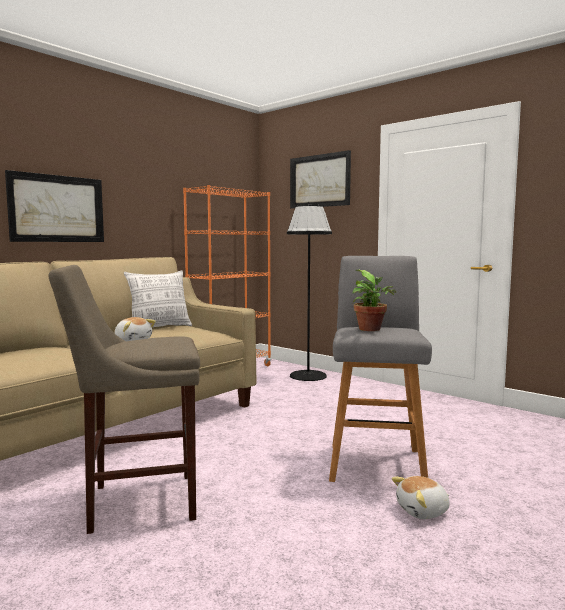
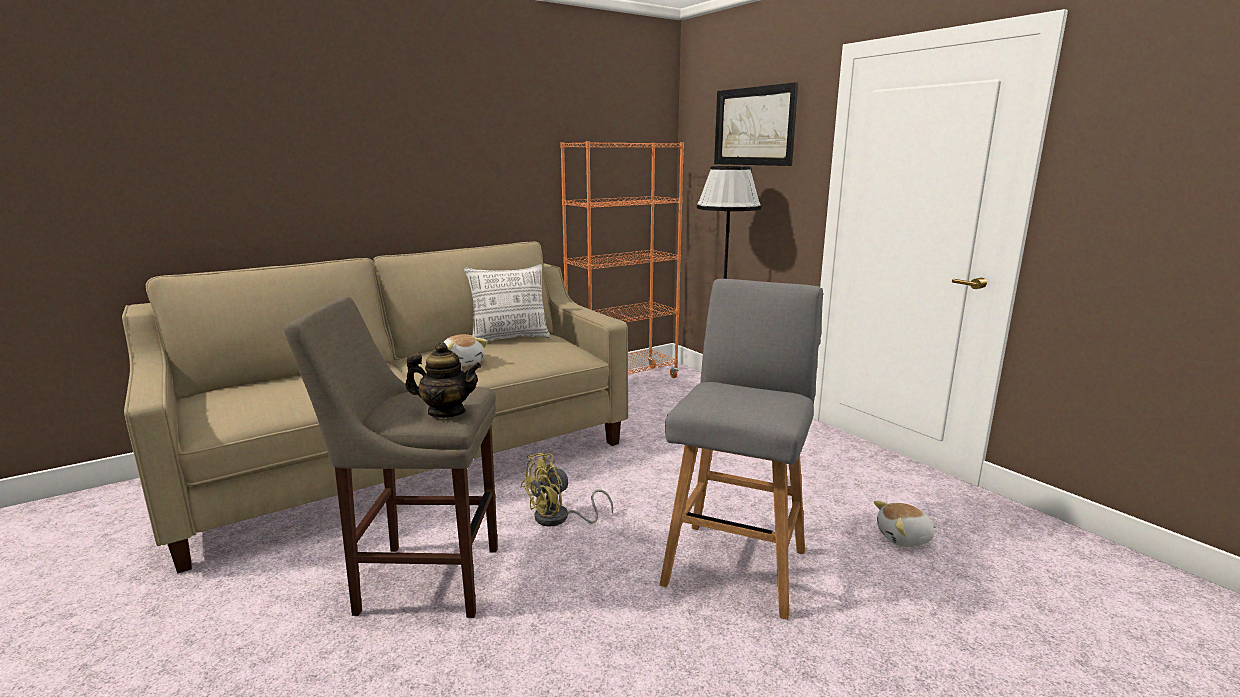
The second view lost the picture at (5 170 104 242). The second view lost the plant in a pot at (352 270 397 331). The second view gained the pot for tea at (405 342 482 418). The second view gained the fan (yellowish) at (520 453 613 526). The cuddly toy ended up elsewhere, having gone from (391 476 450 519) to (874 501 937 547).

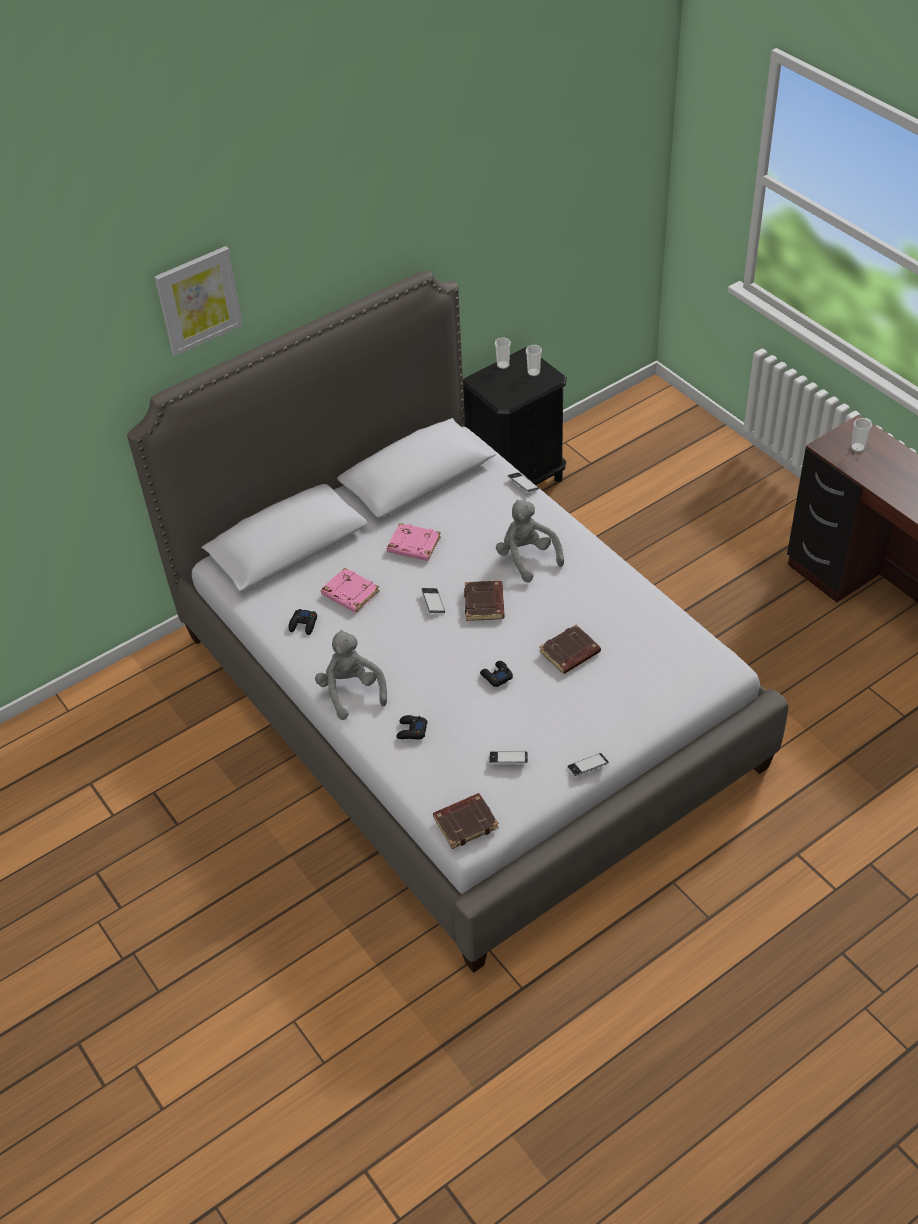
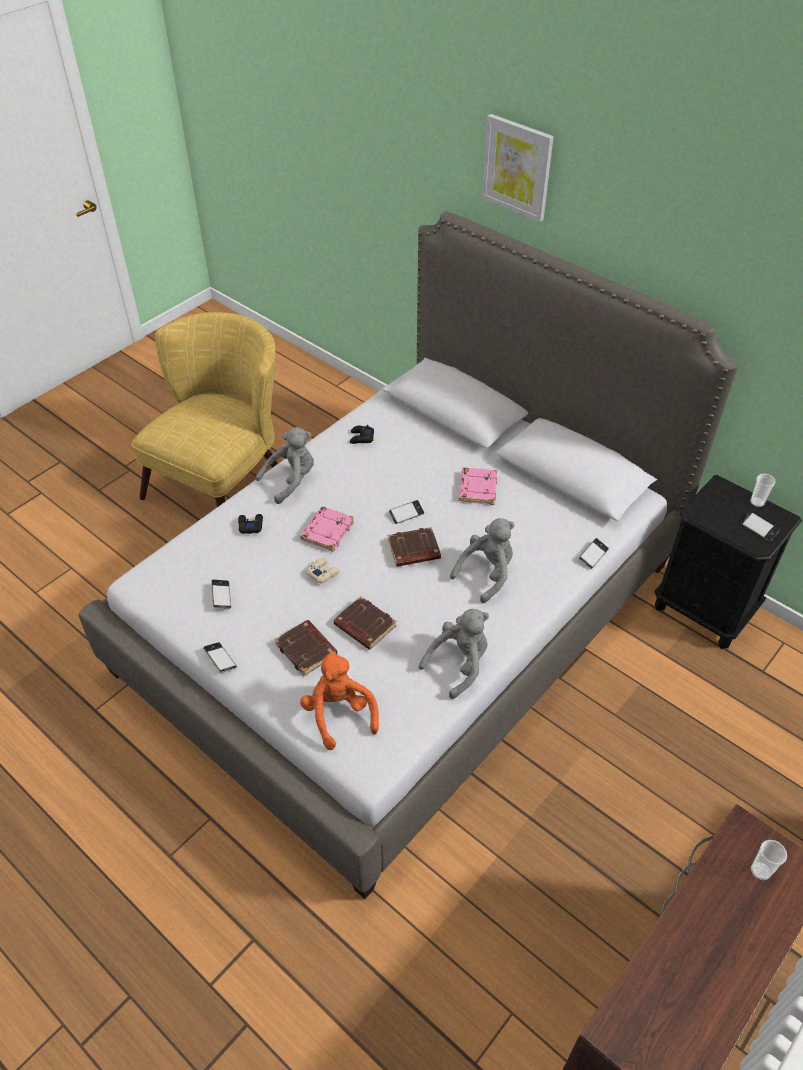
The second view gained the armchair (yellowish) at (131 312 278 507). The second view gained the cuddly toy (orange-coloured) at (300 651 379 750). The second view gained the cuddly toy (gray) at (419 609 489 699). The bound book (pink) ended up elsewhere, having gone from (321 568 380 613) to (300 507 354 552). The bound book (brownish) ended up elsewhere, having gone from (433 793 499 849) to (275 620 337 676). Where the drinking cup stood at (526 345 542 376), the handset came to stand at (741 512 780 541). What was the game controller (black) at (480 661 513 687) turned into the game controller (beige) at (307 558 340 584).

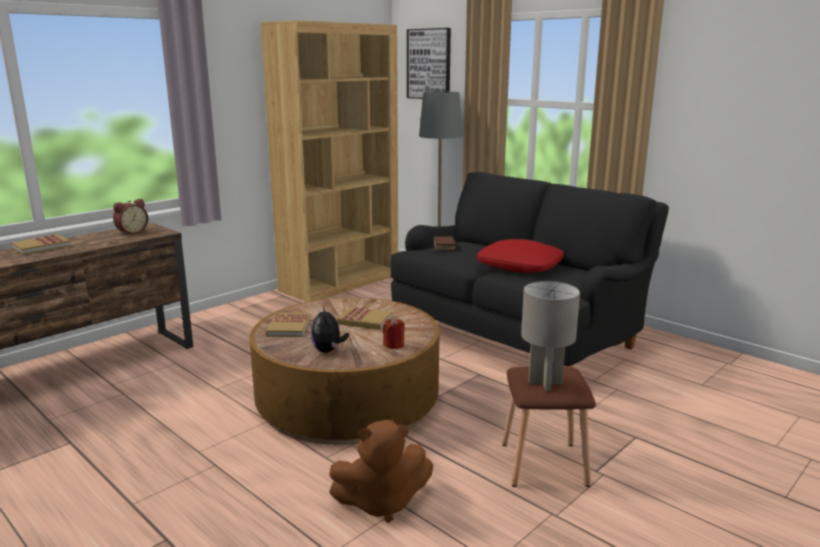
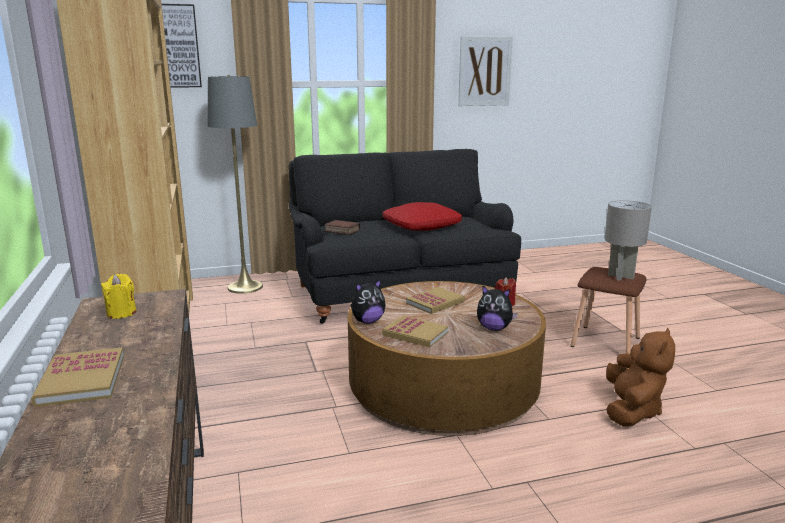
The second view gained the cuddly toy at (350 280 386 324). The second view gained the picture at (458 36 513 106). Where the bedside clock stood at (113 199 148 236), the wax candle (yellowish) came to stand at (101 274 137 319).

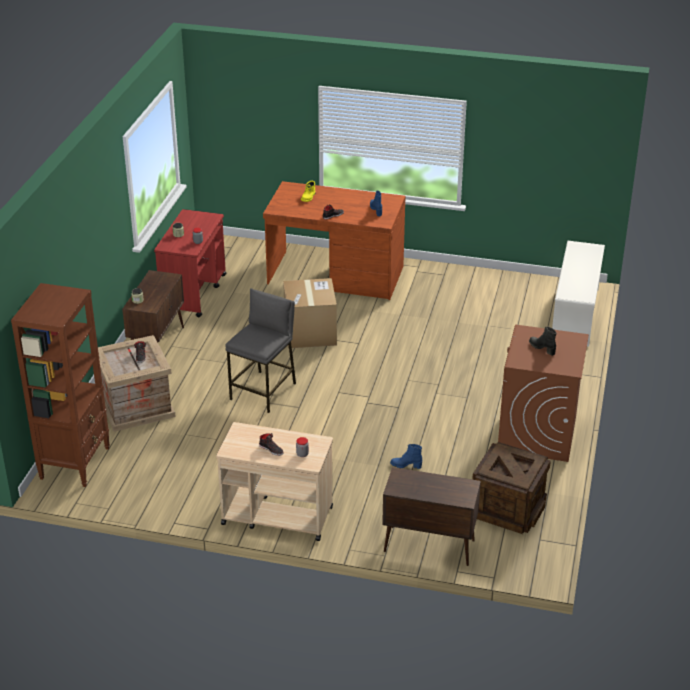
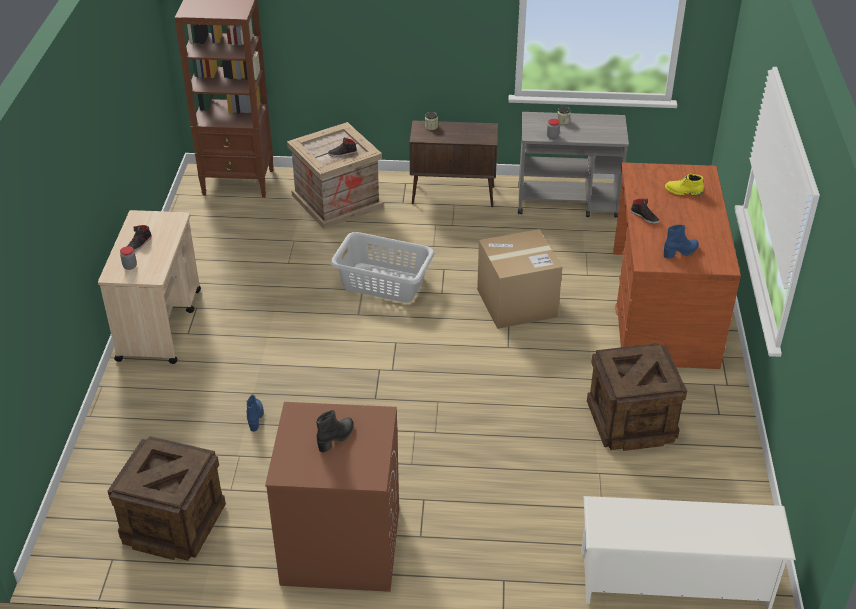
The second view lost the cabinet (brownish) at (382 467 481 566). The second view gained the crate at (587 343 687 451). Where the sitting stool (gray) stood at (225 288 296 413), the washing basket (gray) came to stand at (331 232 435 303). What was the cart (reddish) at (154 209 226 317) turned into the cart (gray) at (518 112 629 218).

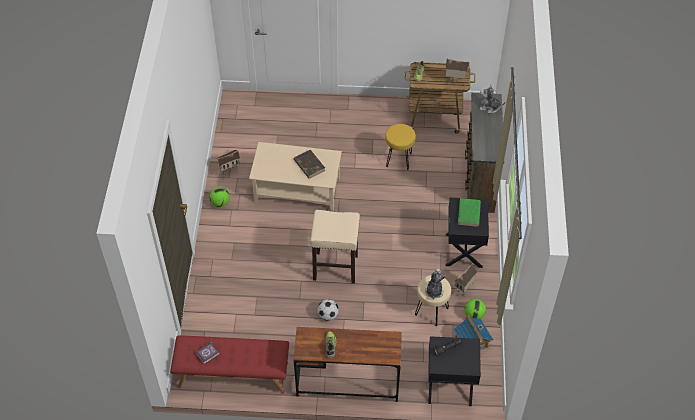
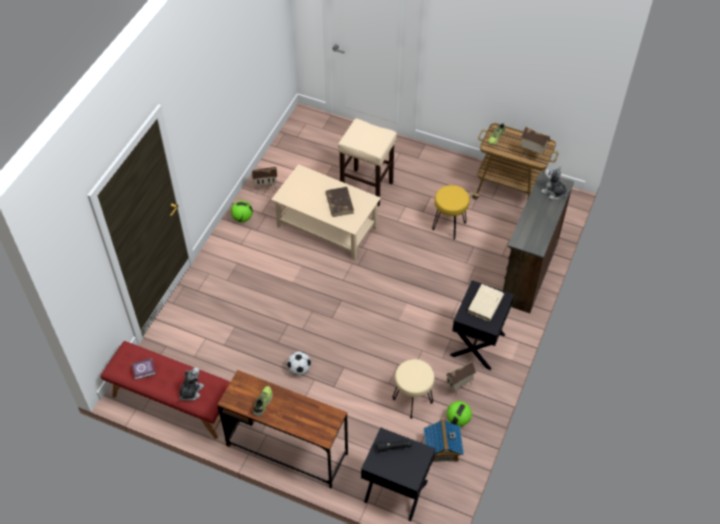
The sitting stool (beige) ended up elsewhere, having gone from (310 210 360 284) to (338 119 397 206). The cuddly toy ended up elsewhere, having gone from (425 269 446 299) to (179 367 204 401). What was the bound book (greenish) at (458 198 481 227) turned into the bound book (beige) at (467 284 504 321).

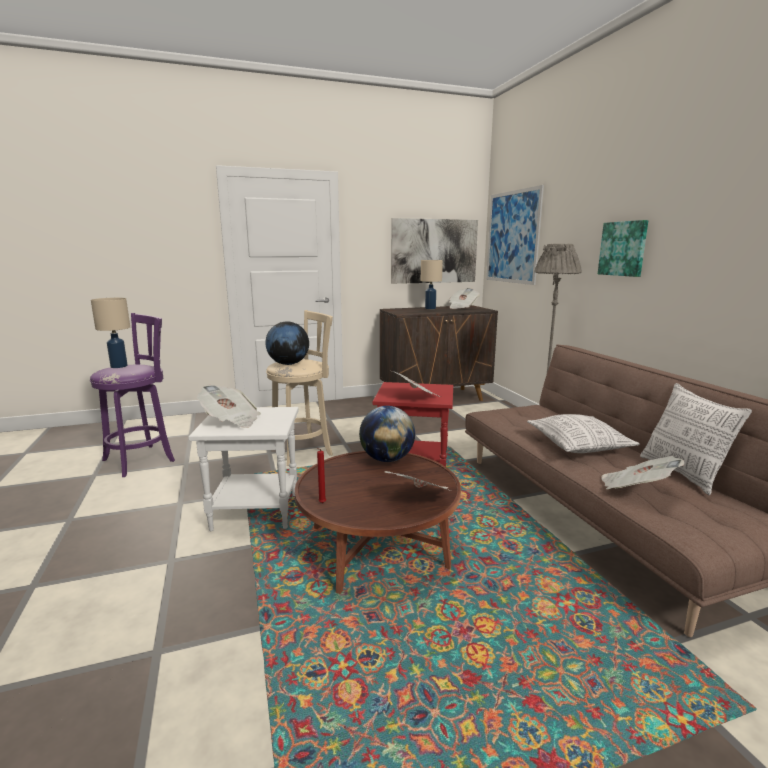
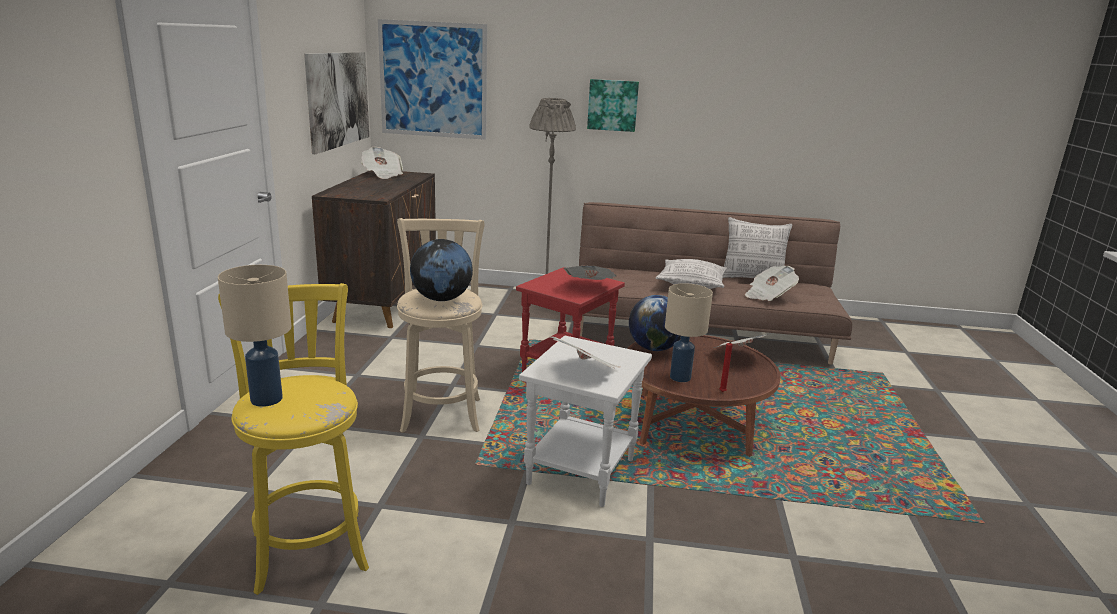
The table lamp (beige) ended up elsewhere, having gone from (421 260 443 309) to (665 283 713 382). What was the sitting stool (purple) at (90 313 175 477) turned into the sitting stool (yellowish) at (218 283 369 595).

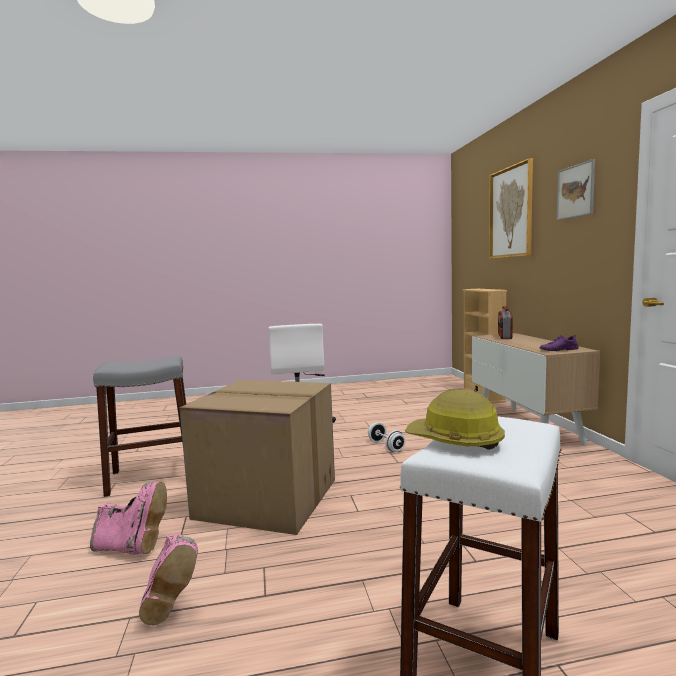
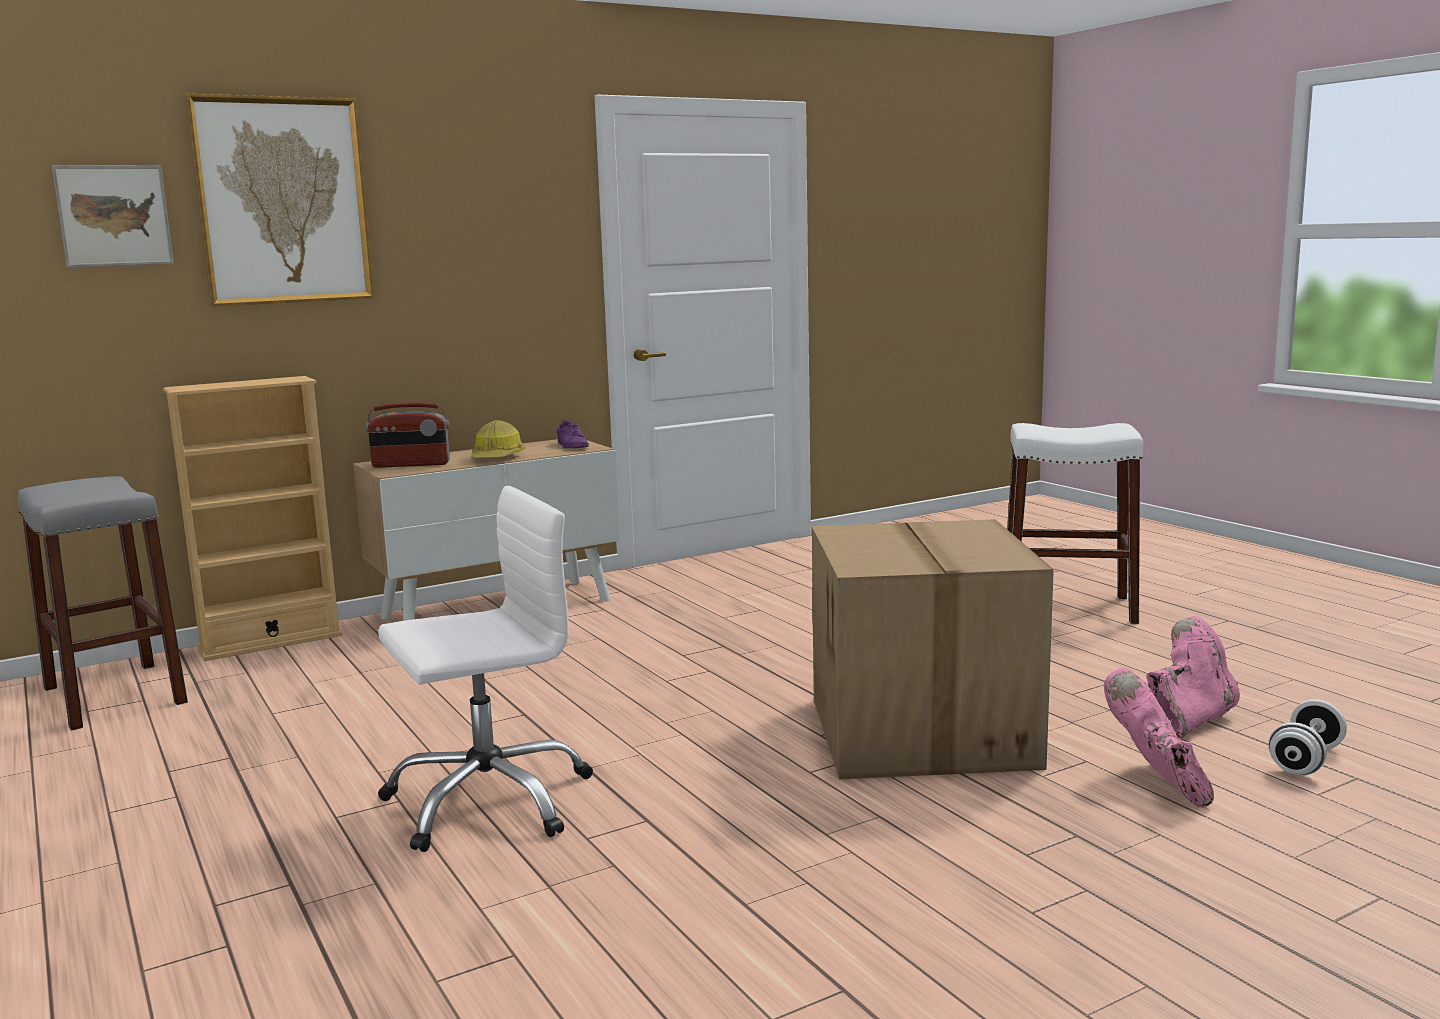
The sitting stool (gray) ended up elsewhere, having gone from (93 356 186 497) to (18 476 188 731). The dumbbell (white) ended up elsewhere, having gone from (368 422 405 452) to (1268 699 1347 775). The work helmet ended up elsewhere, having gone from (405 389 505 450) to (471 420 525 458). The picture ended up elsewhere, having gone from (557 159 595 220) to (52 165 174 267).

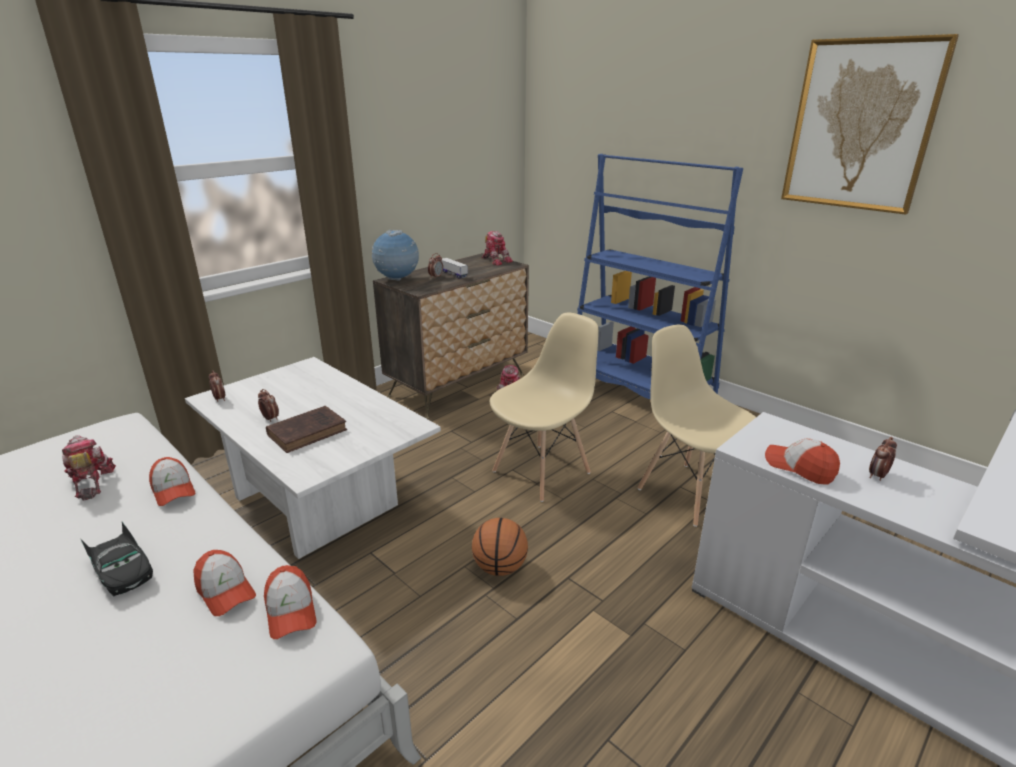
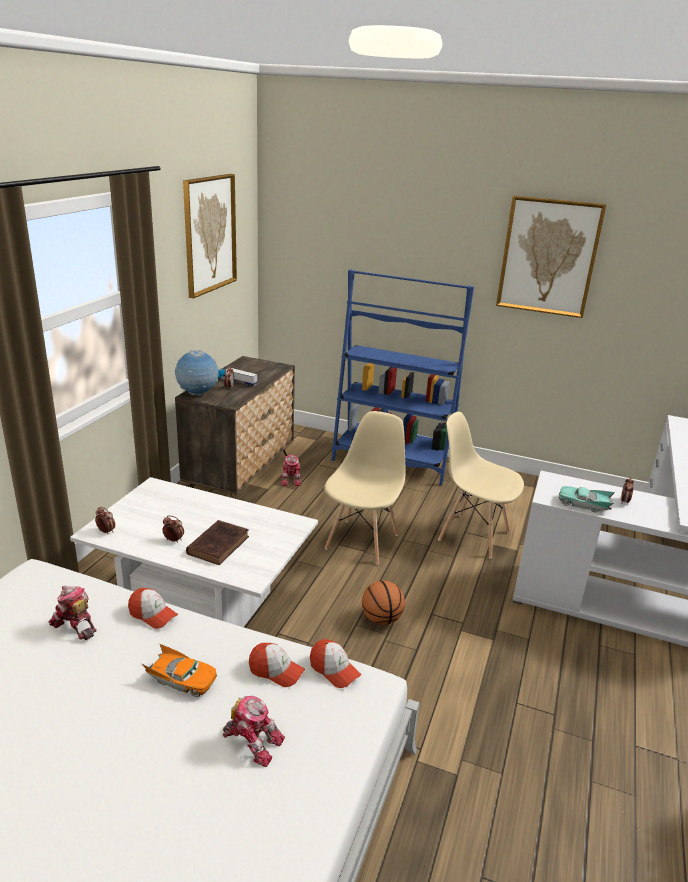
The second view gained the picture at (183 174 237 299). The robot figure ended up elsewhere, having gone from (482 231 513 266) to (223 696 285 767). Where the peaked cap stood at (765 438 840 484), the toy car (turquoise-coloured) came to stand at (559 486 615 512). What was the toy car (black) at (80 522 153 597) turned into the toy car (orange-coloured) at (142 643 217 697).

